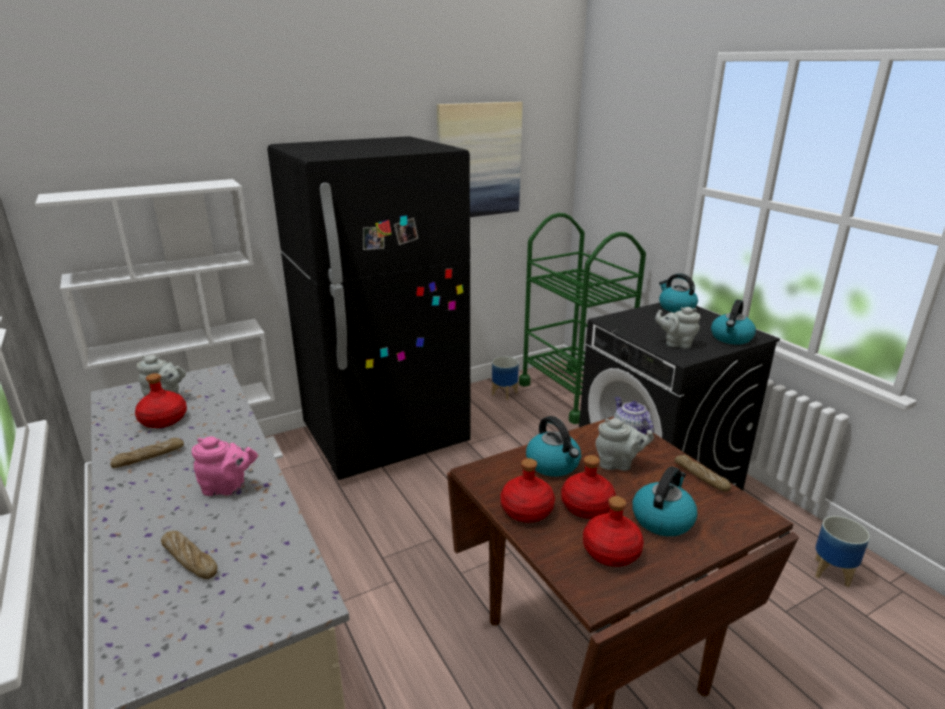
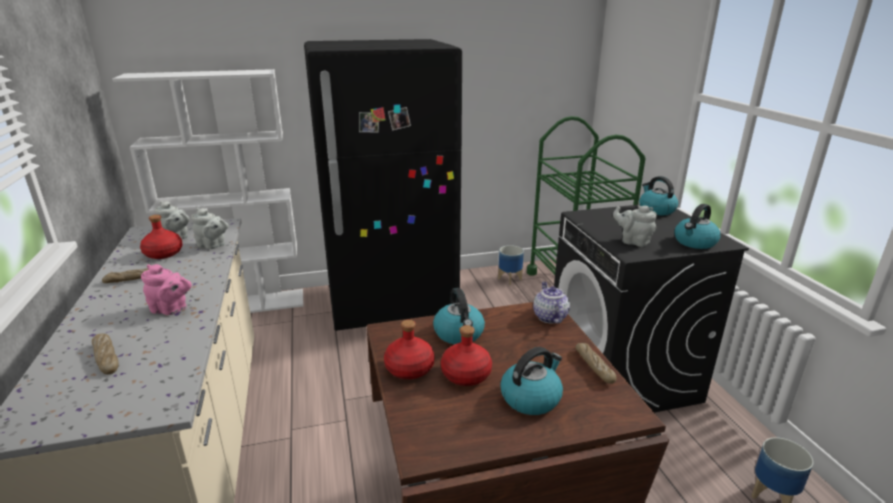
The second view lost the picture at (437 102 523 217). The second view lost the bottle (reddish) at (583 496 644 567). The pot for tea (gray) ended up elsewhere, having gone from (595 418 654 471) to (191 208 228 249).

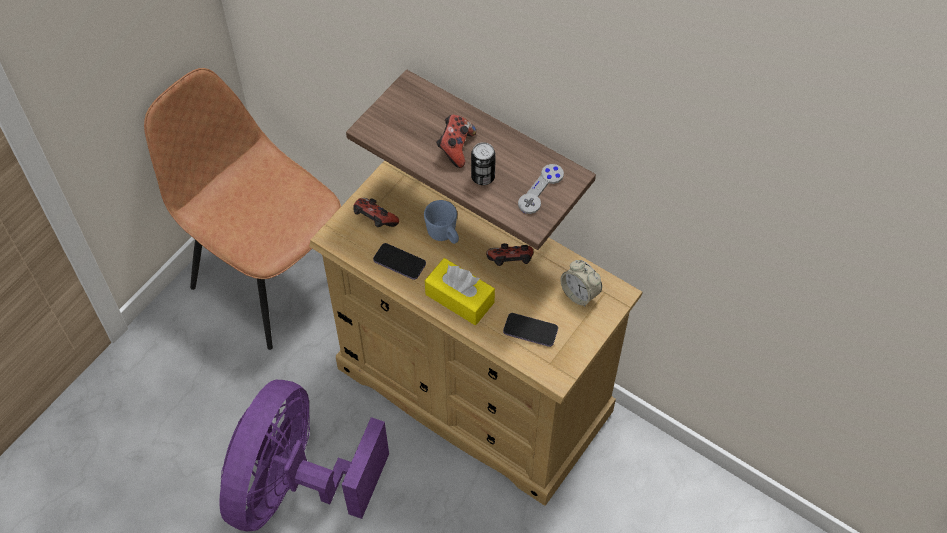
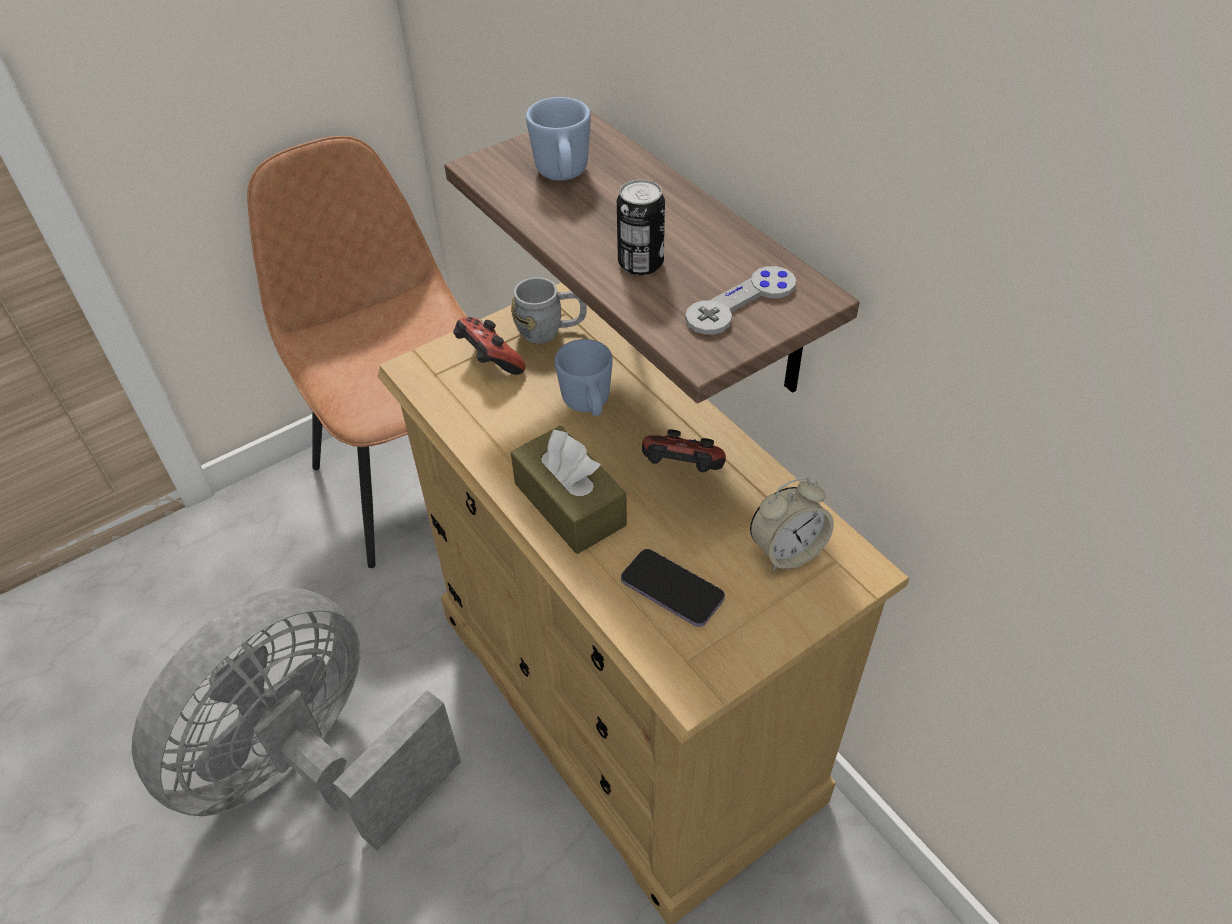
The second view lost the handset at (373 243 426 280). The second view lost the game controller at (436 115 476 168). The second view gained the mug (gray) at (511 277 587 344). The second view gained the mug (blue-coloured) at (526 97 591 181). What was the fan (purple) at (219 380 389 531) turned into the fan (gray) at (132 588 461 851). What was the tissue box (yellowish) at (425 258 495 325) turned into the tissue box (brownish) at (510 426 627 554). The bedside clock at (560 260 602 306) ended up facing another way, 90 degrees counterclockwise from before.

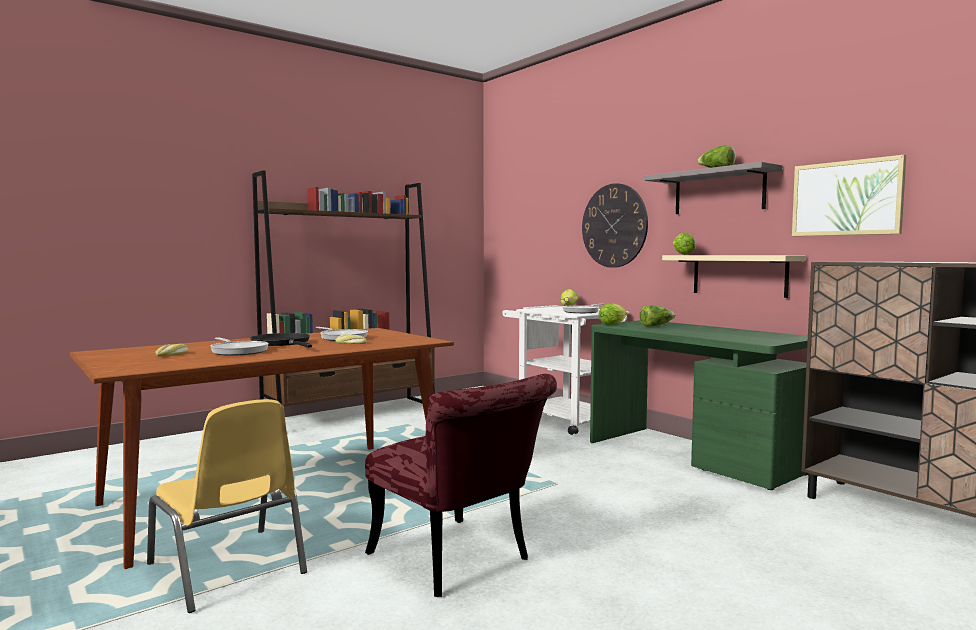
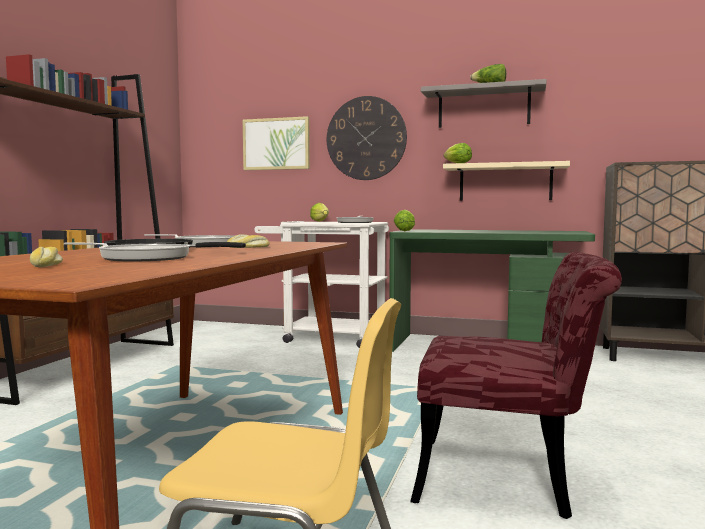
The second view lost the lettuce at (639 305 676 327). The picture ended up elsewhere, having gone from (792 155 906 236) to (243 116 310 170).

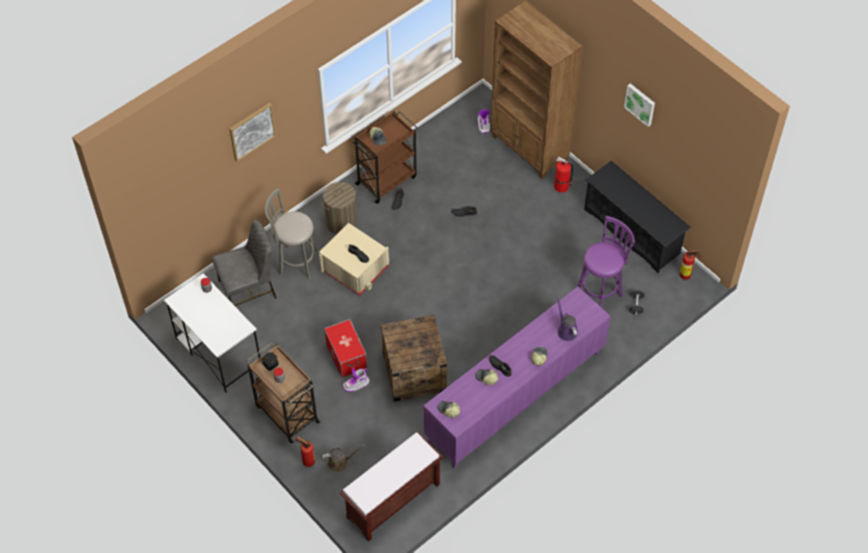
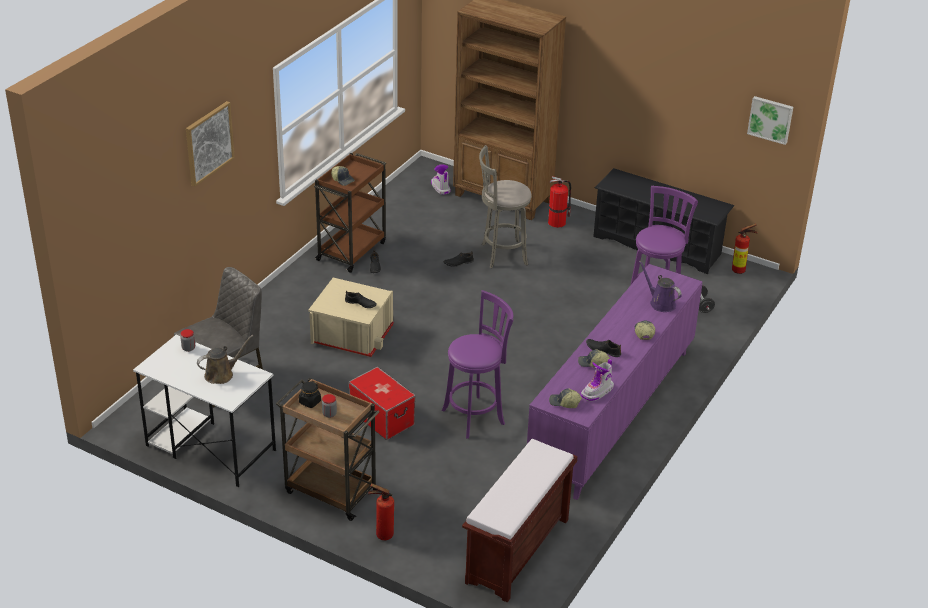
The second view lost the washing basket at (322 182 358 235). The sitting stool (gray) ended up elsewhere, having gone from (265 188 317 279) to (479 145 532 268). The watering can (brownish) ended up elsewhere, having gone from (321 444 365 472) to (197 335 254 384). The tall boot ended up elsewhere, having gone from (343 368 370 392) to (580 359 614 401). The picture ended up elsewhere, having gone from (624 83 655 127) to (747 96 793 145). Where the crate stood at (381 315 447 402), the sitting stool (purple) came to stand at (442 290 513 439).

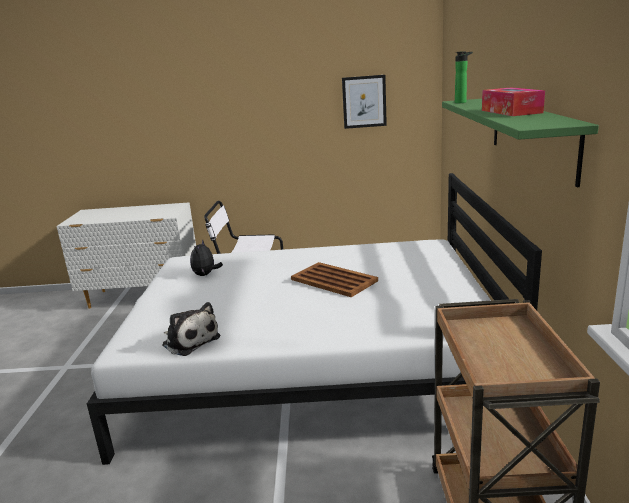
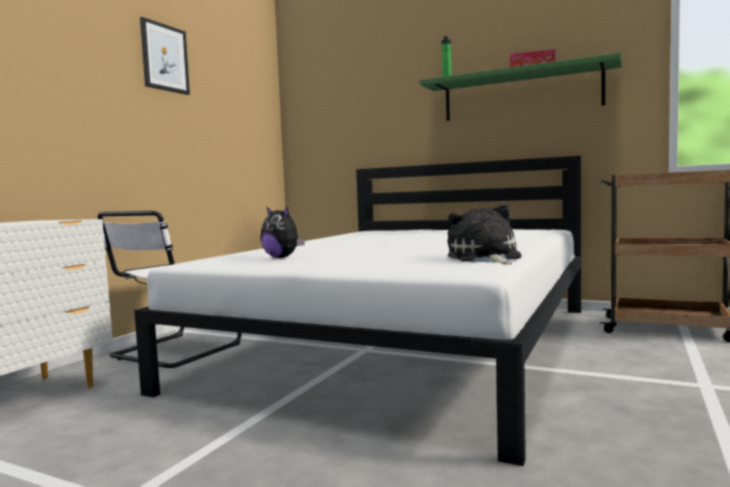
The second view lost the serving tray (brownish) at (291 262 378 297). The picture ended up elsewhere, having gone from (342 75 387 129) to (140 17 190 95). The cuddly toy at (162 302 220 356) ended up facing another way, 75 degrees counterclockwise from before.

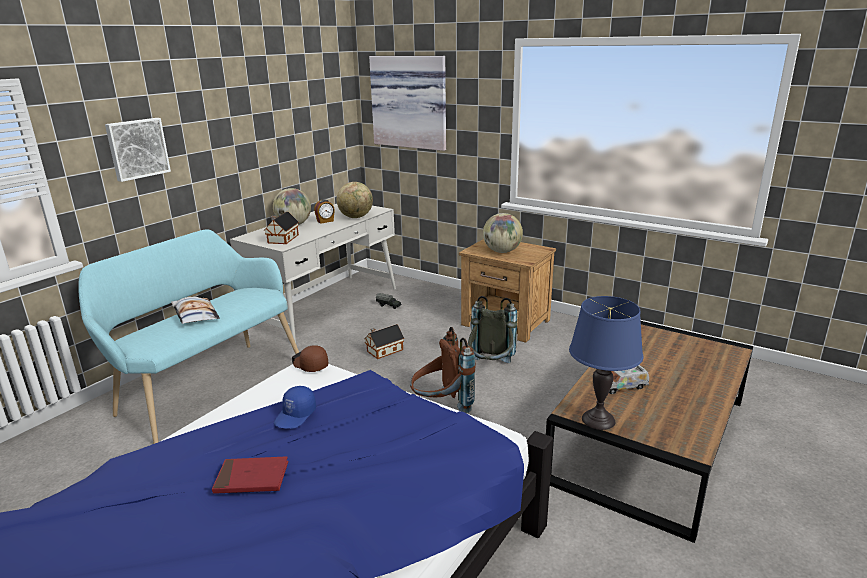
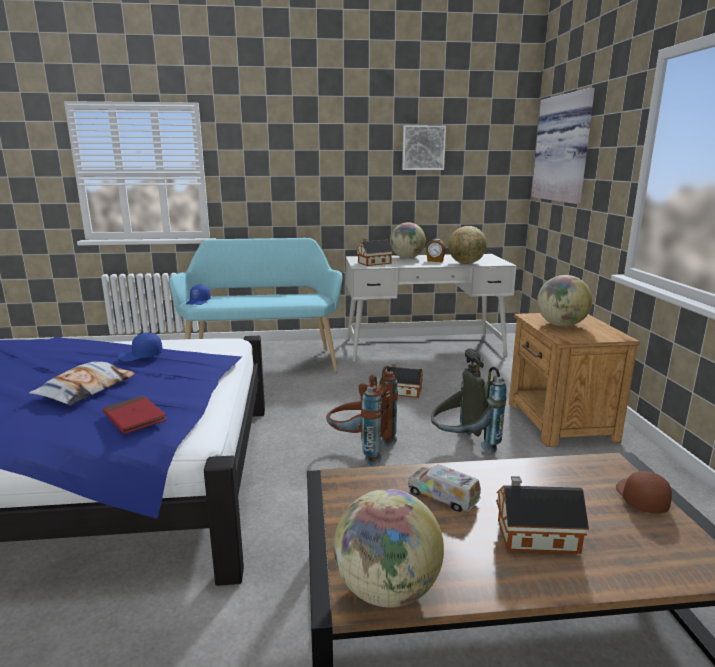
The second view lost the table lamp (blue-coloured) at (569 296 643 430). The second view gained the peaked cap (blue-coloured) at (186 285 211 305). The second view gained the world globe at (334 489 444 608). The second view gained the model house at (496 476 589 554). The picture ended up elsewhere, having gone from (105 118 171 182) to (402 125 446 170). The pillow ended up elsewhere, having gone from (171 297 220 324) to (29 362 136 405). The bound book (reddish) ended up elsewhere, having gone from (212 456 288 494) to (103 396 167 434). The peaked cap (brownish) ended up elsewhere, having gone from (293 345 328 372) to (616 471 672 513).

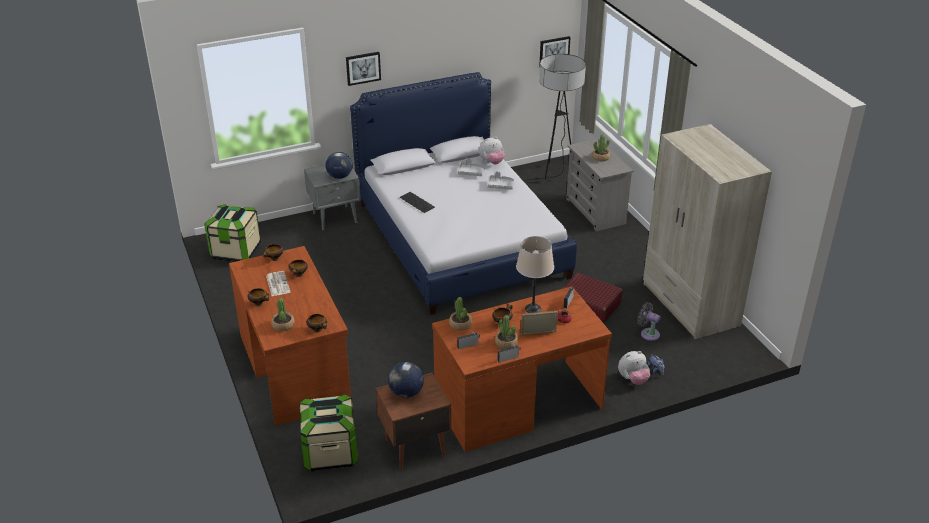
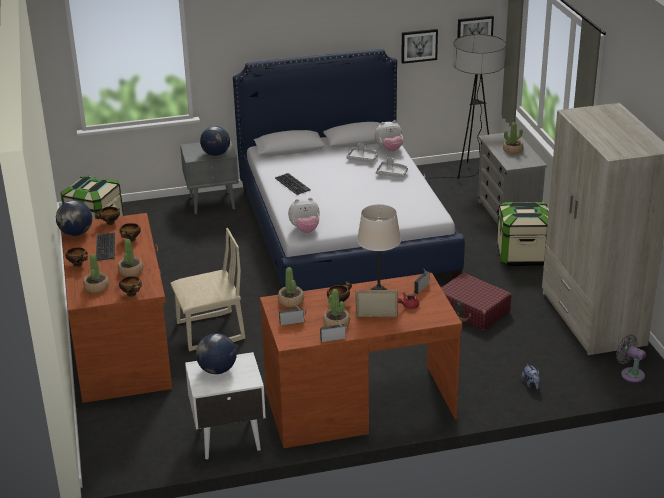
The second view gained the world globe at (56 200 92 236). The second view gained the plant in a pot at (118 239 143 277). The second view gained the chair (beige) at (170 228 245 351). The storage box ended up elsewhere, having gone from (299 394 358 471) to (496 202 548 266). The picture ended up elsewhere, having gone from (346 52 381 86) to (401 29 438 64). The cuddly toy ended up elsewhere, having gone from (618 351 650 385) to (288 198 320 233). The fan (gray) ended up elsewhere, having gone from (637 302 661 341) to (616 334 646 382). Where the newspaper stood at (266 271 291 296), the computer keyboard came to stand at (96 233 115 261). What was the nightstand (brownish) at (375 372 451 470) turned into the nightstand (white) at (185 352 266 459).

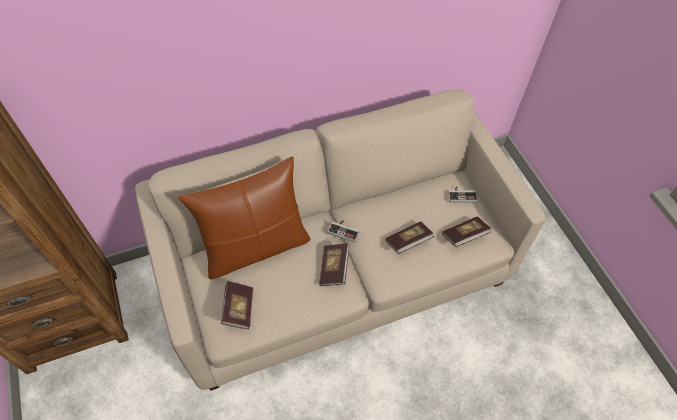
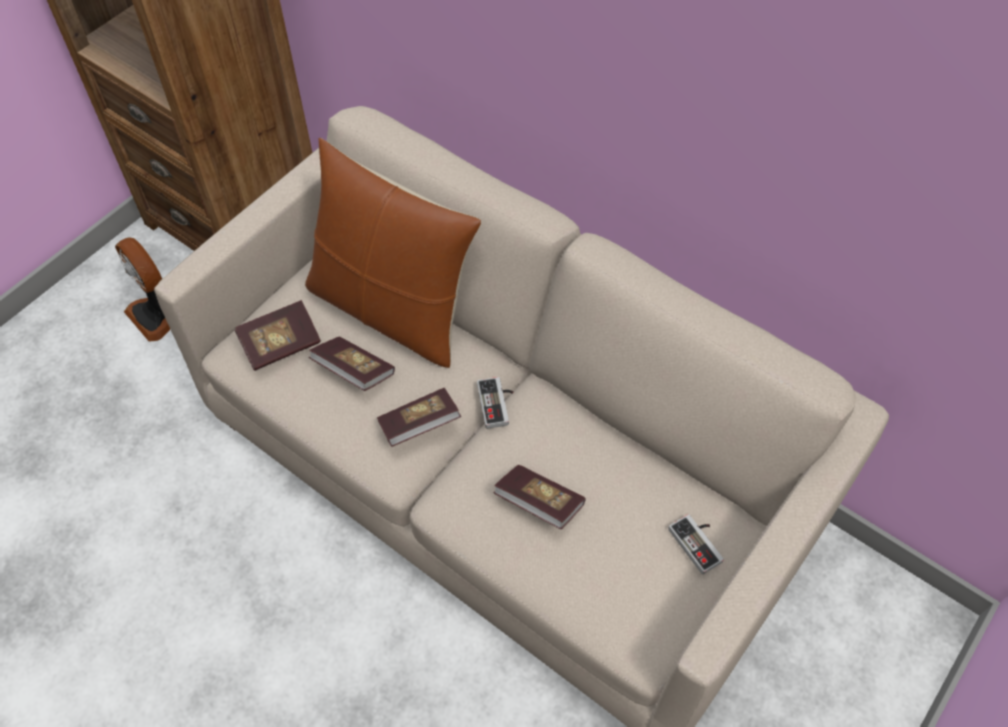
The second view gained the fan at (115 237 170 342). The bound book ended up elsewhere, having gone from (442 216 491 247) to (309 336 395 391).

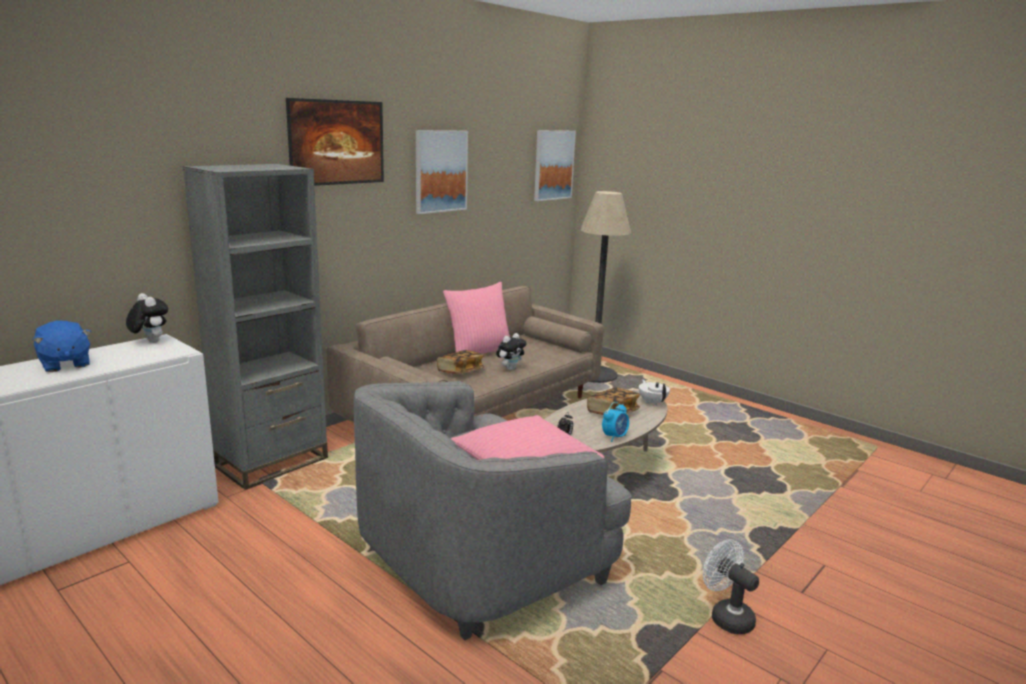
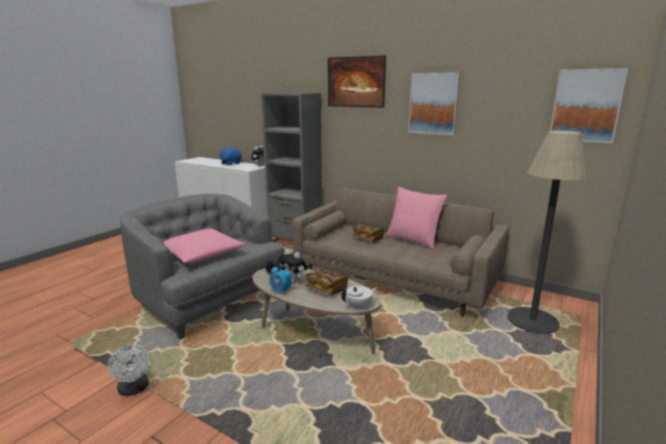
The cuddly toy ended up elsewhere, having gone from (496 333 527 370) to (278 249 308 283). The fan (white) at (703 539 759 634) ended up facing another way, 105 degrees clockwise from before.

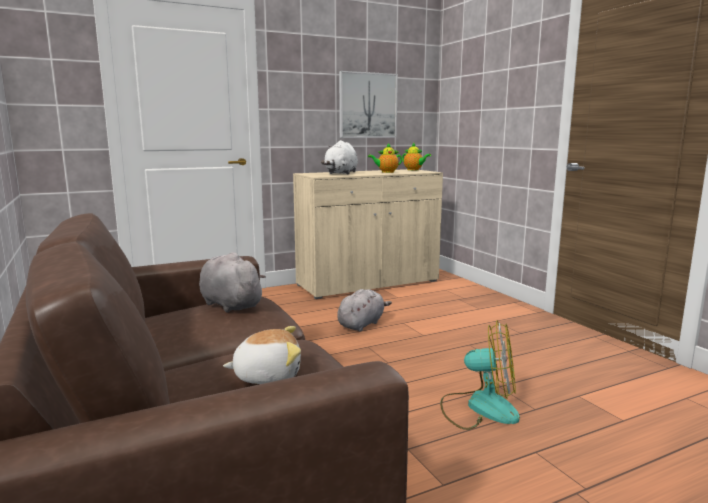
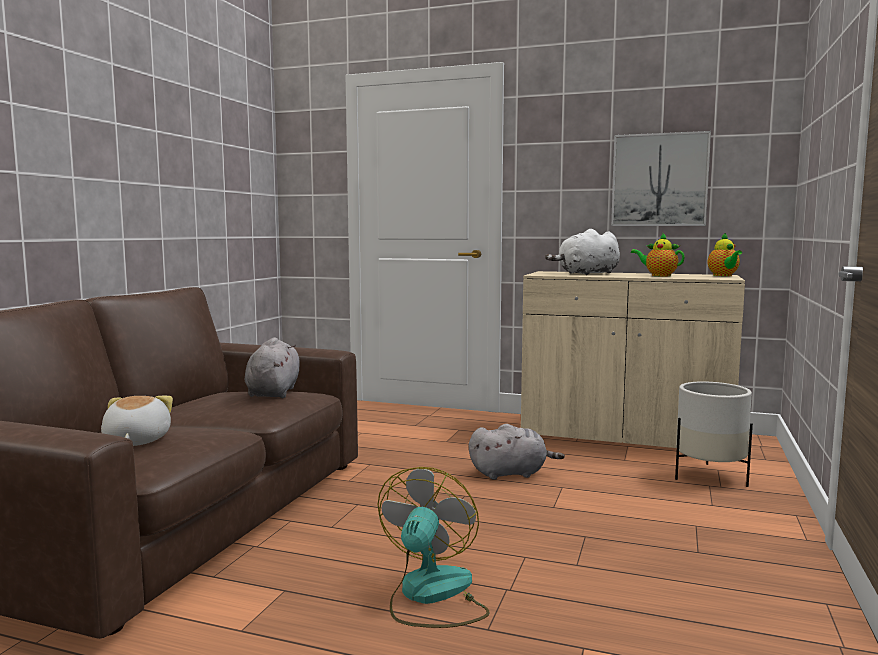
The second view gained the flower pot (white) at (675 381 753 487). The cuddly toy at (223 326 301 384) ended up facing another way, 135 degrees counterclockwise from before. The fan at (440 320 520 430) ended up facing another way, 135 degrees counterclockwise from before.

